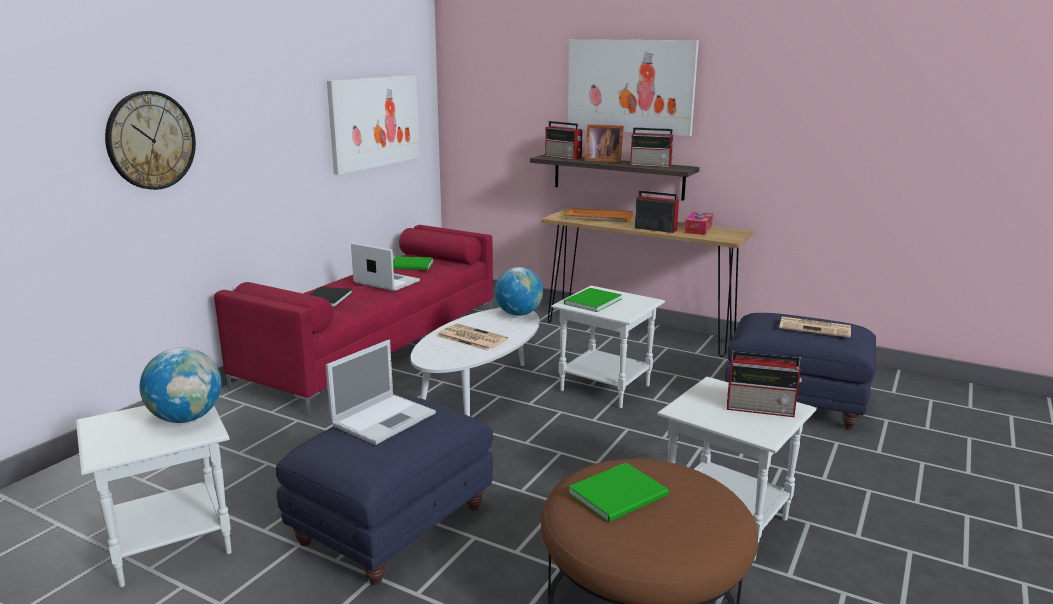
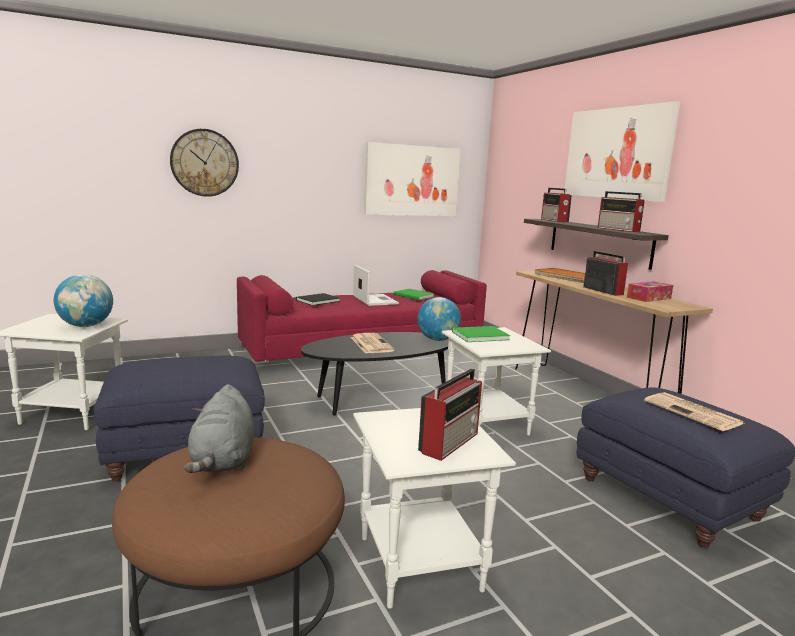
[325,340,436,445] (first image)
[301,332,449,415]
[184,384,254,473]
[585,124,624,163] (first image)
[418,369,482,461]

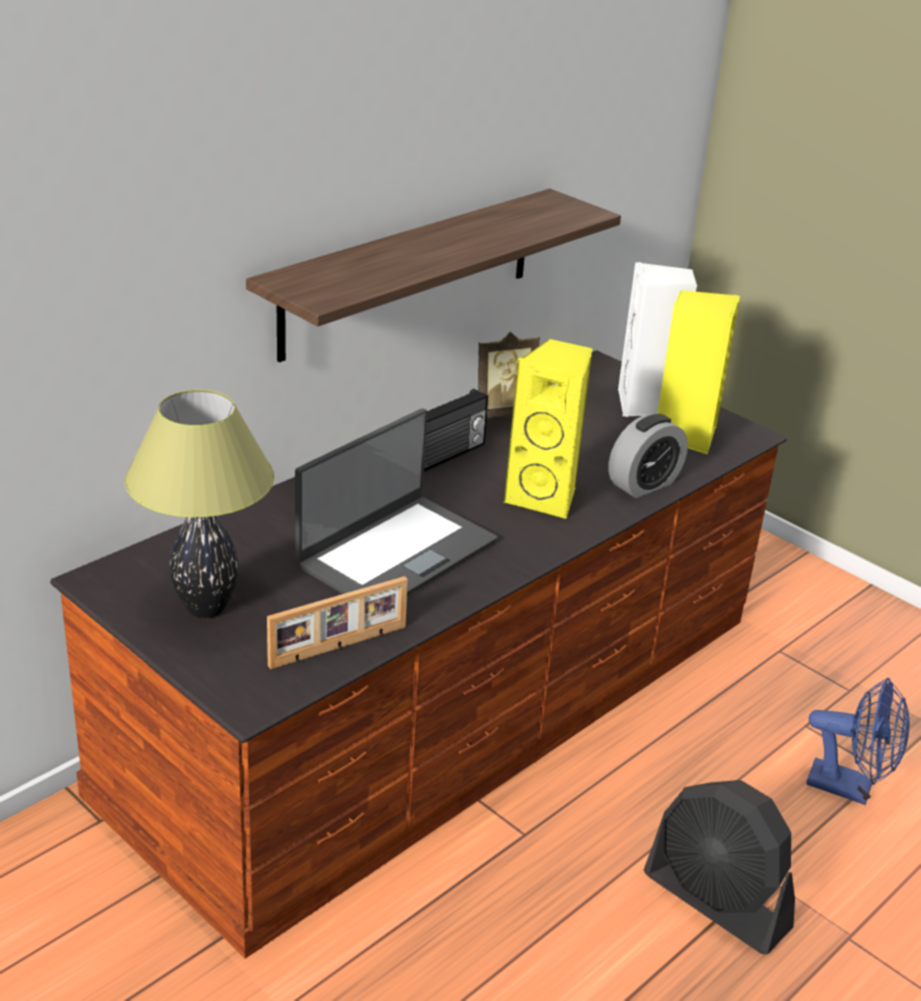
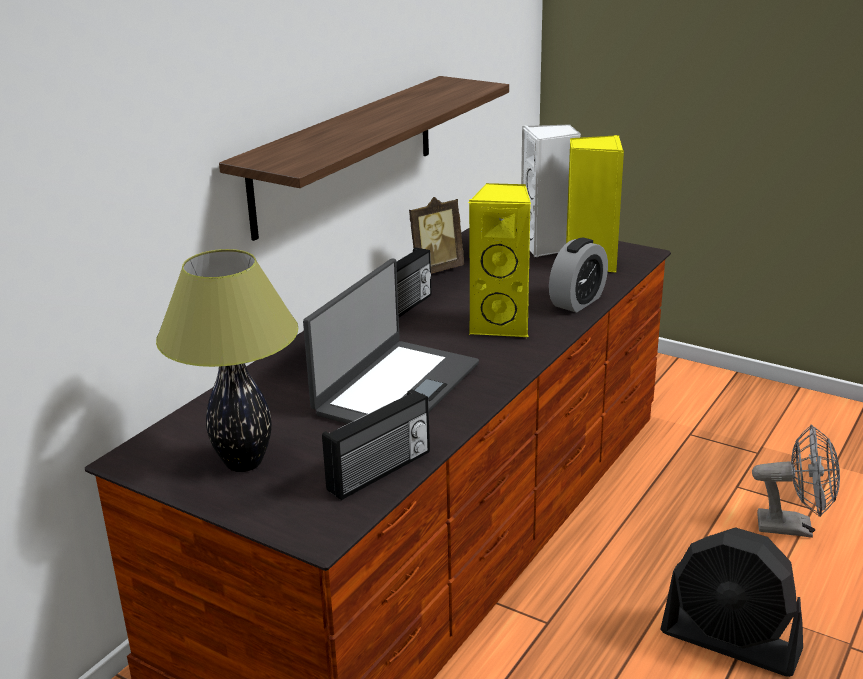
[322,389,430,500]
[752,425,840,538]

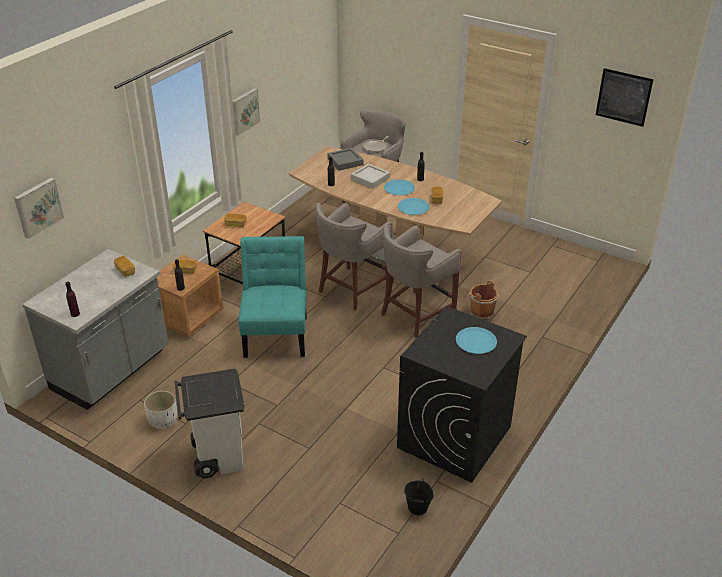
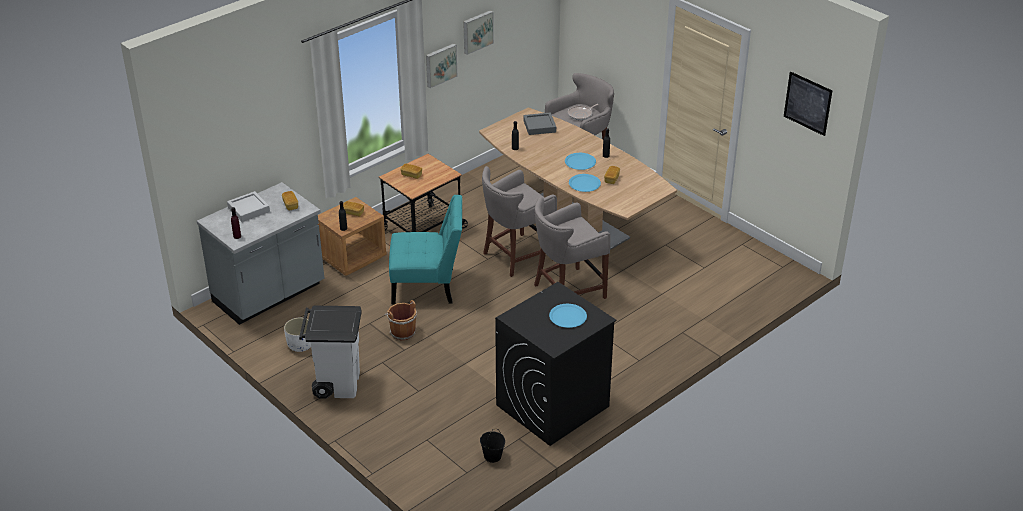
[463,10,494,55]
[389,195,462,304]
[227,191,270,222]
[385,300,417,340]

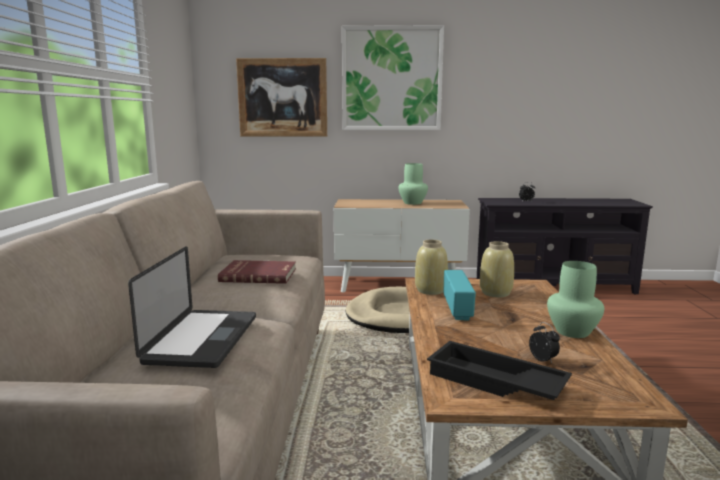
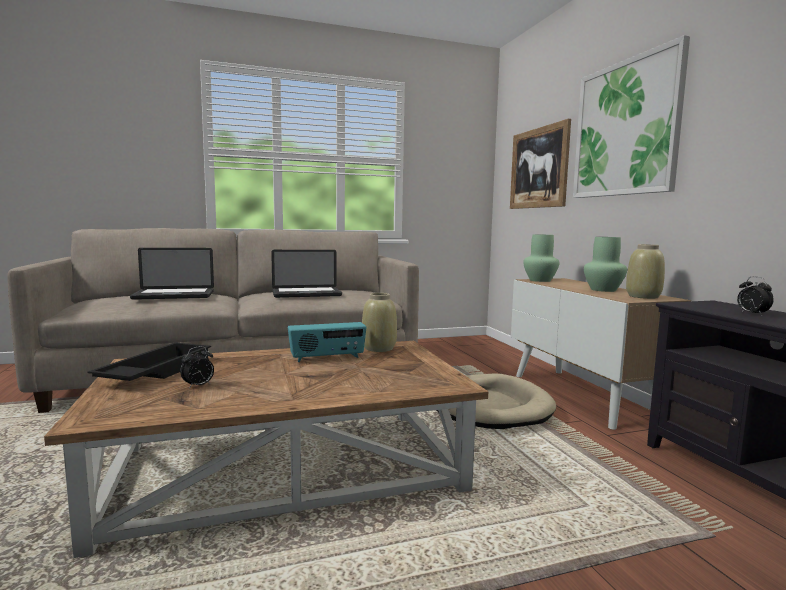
[271,250,342,298]
[626,244,665,299]
[523,234,559,282]

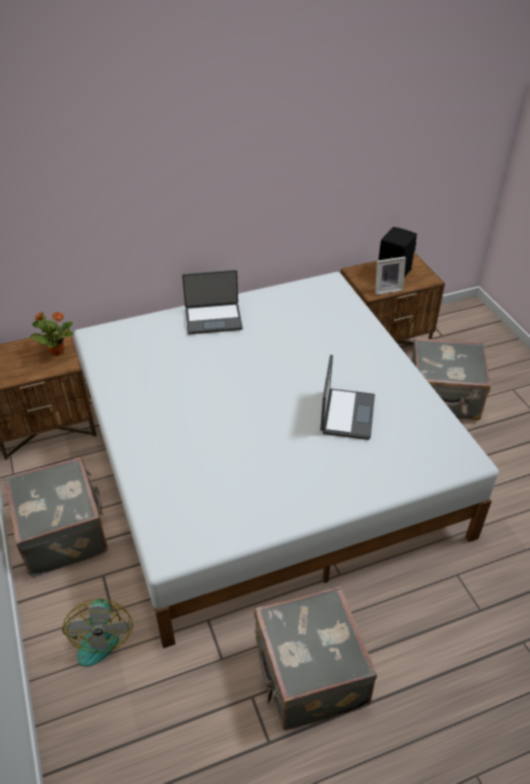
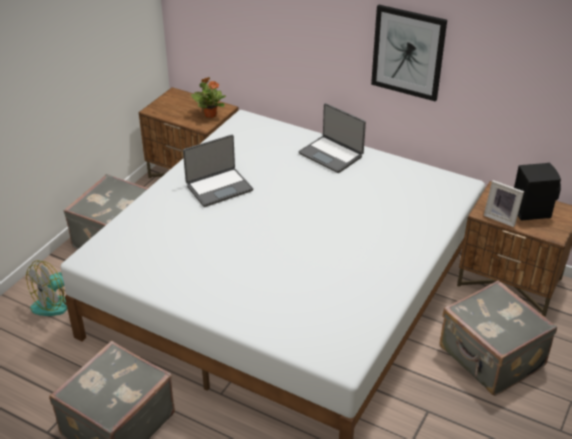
[183,135,253,207]
[371,5,447,101]

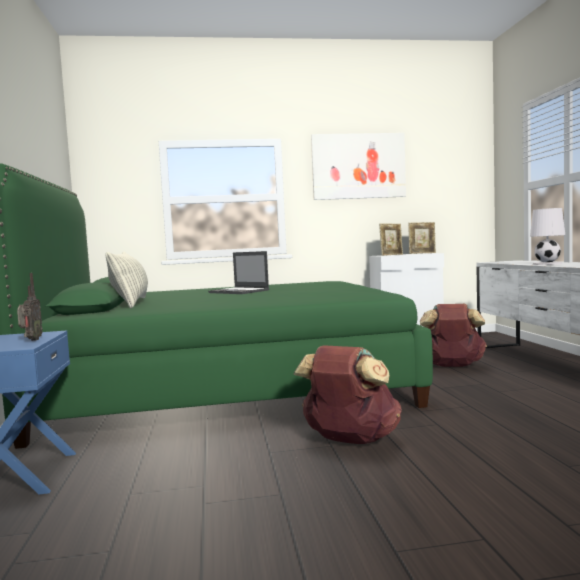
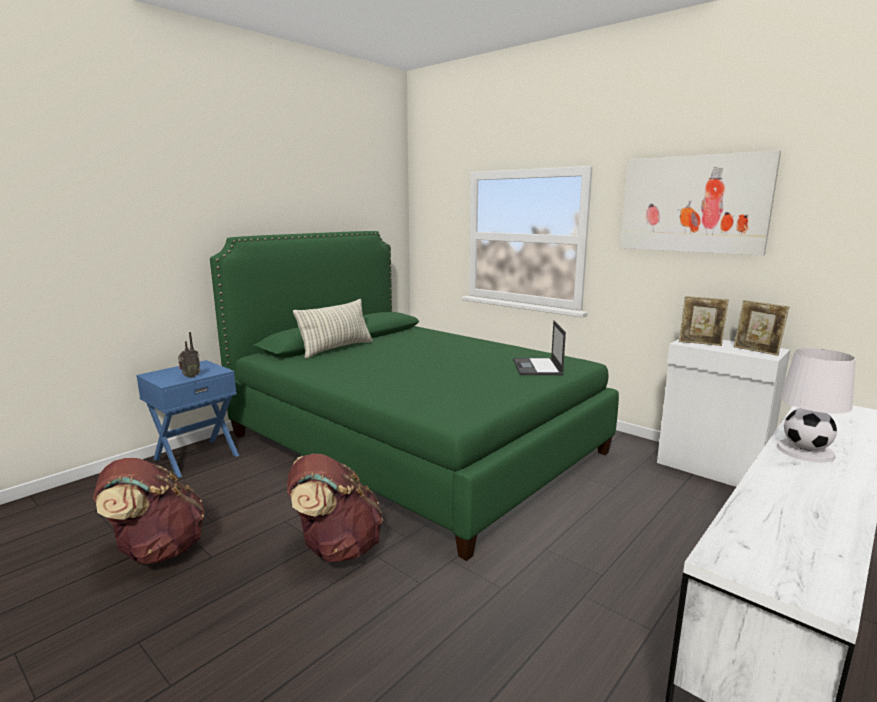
[513,320,566,375]
[93,458,204,564]

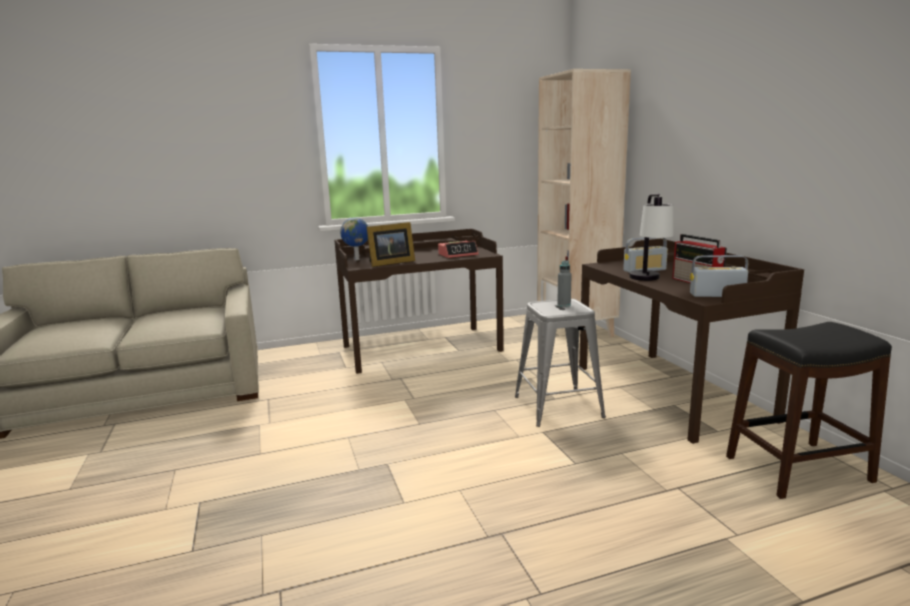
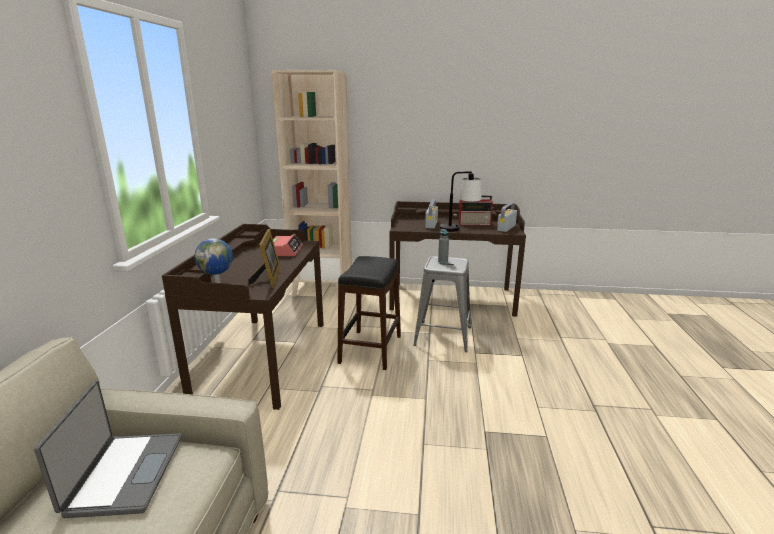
[337,256,401,370]
[34,381,182,518]

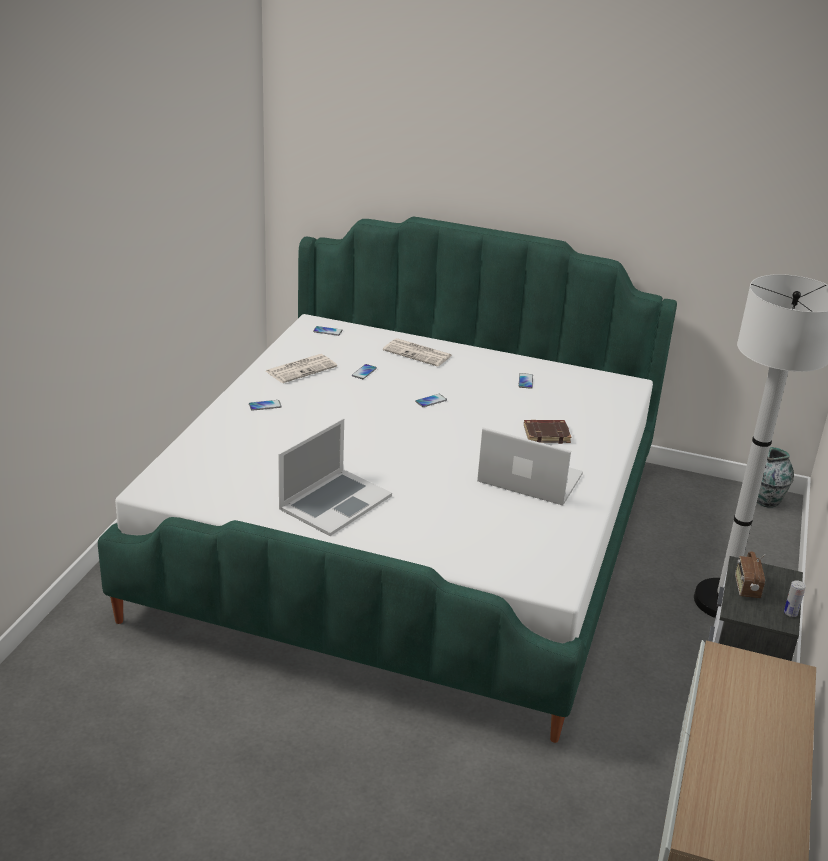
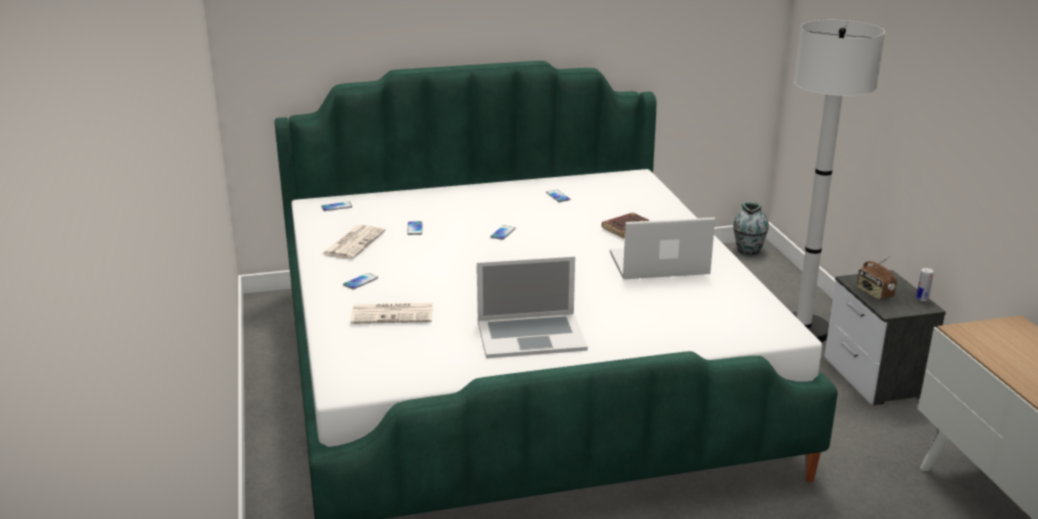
[477,256,588,358]
[350,303,433,324]

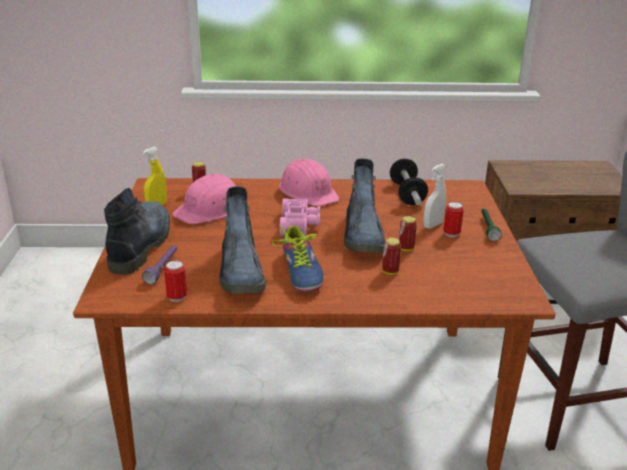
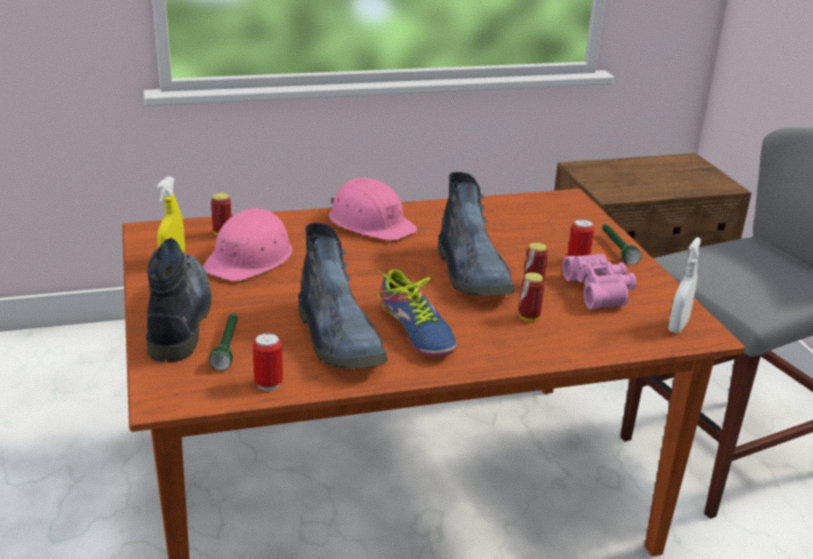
[209,313,238,371]
[562,254,636,309]
[390,158,428,205] (first image)
[668,237,702,333]

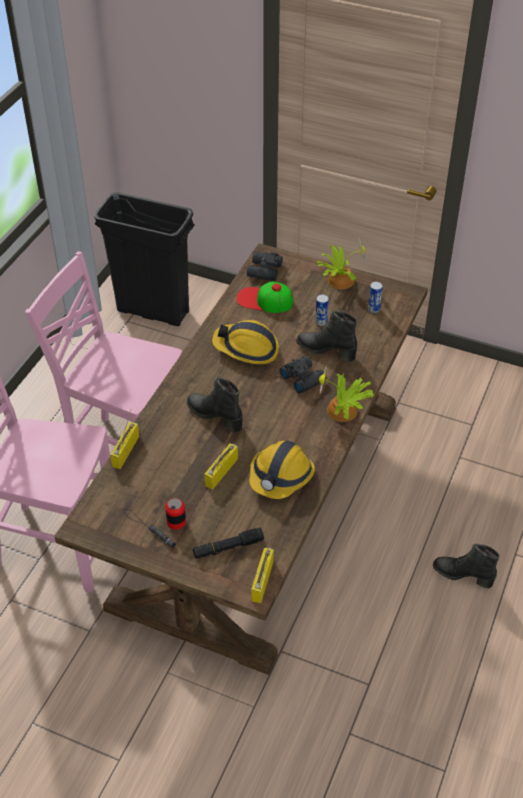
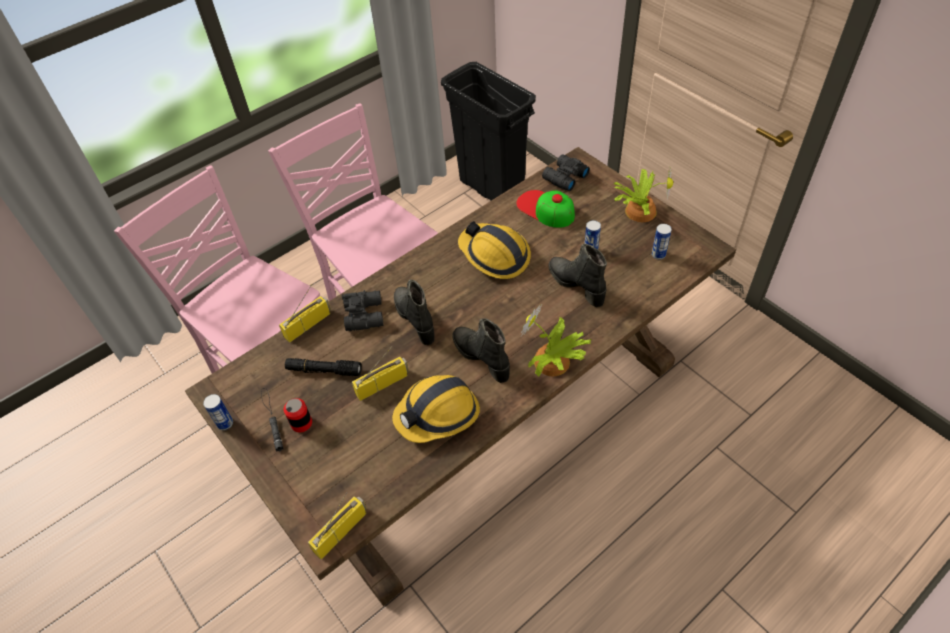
[285,358,362,376]
[342,290,383,331]
[453,318,510,383]
[203,394,233,430]

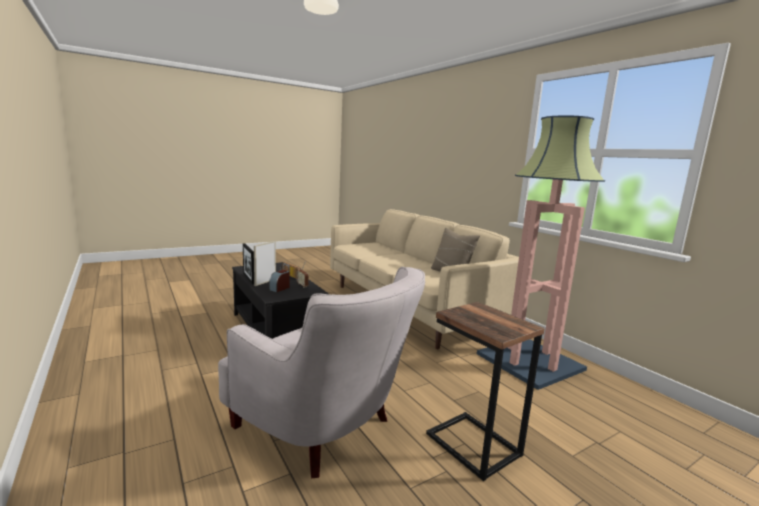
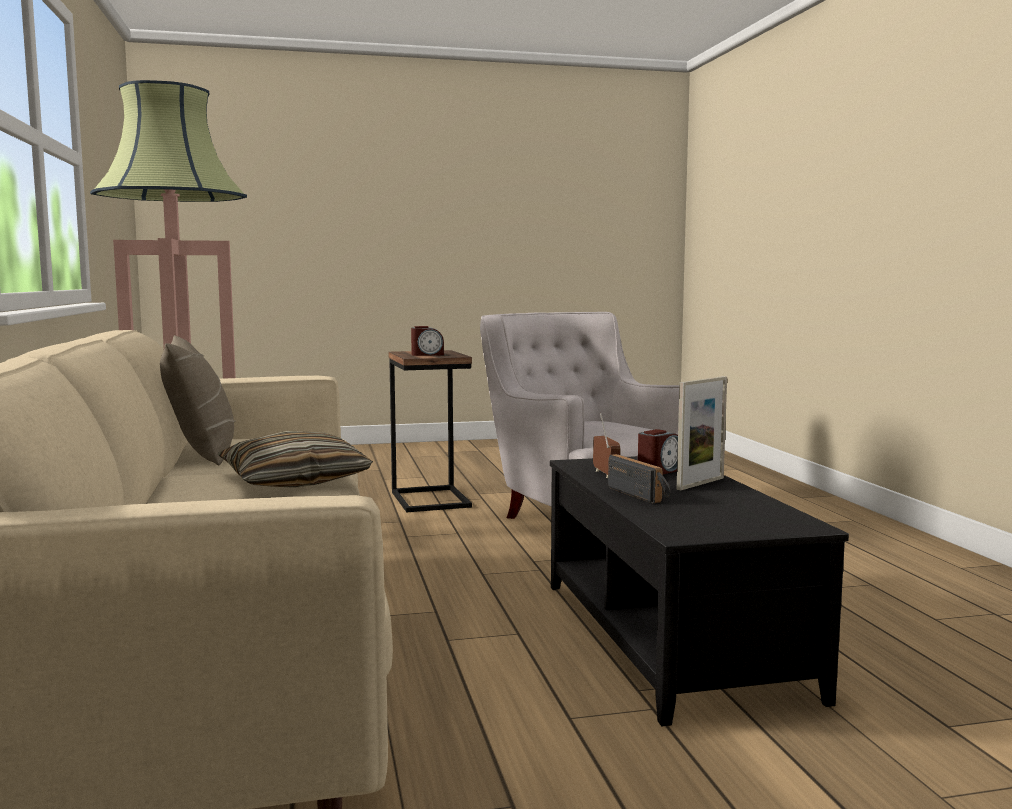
[243,243,254,284] (first image)
[217,431,373,488]
[411,326,444,356]

